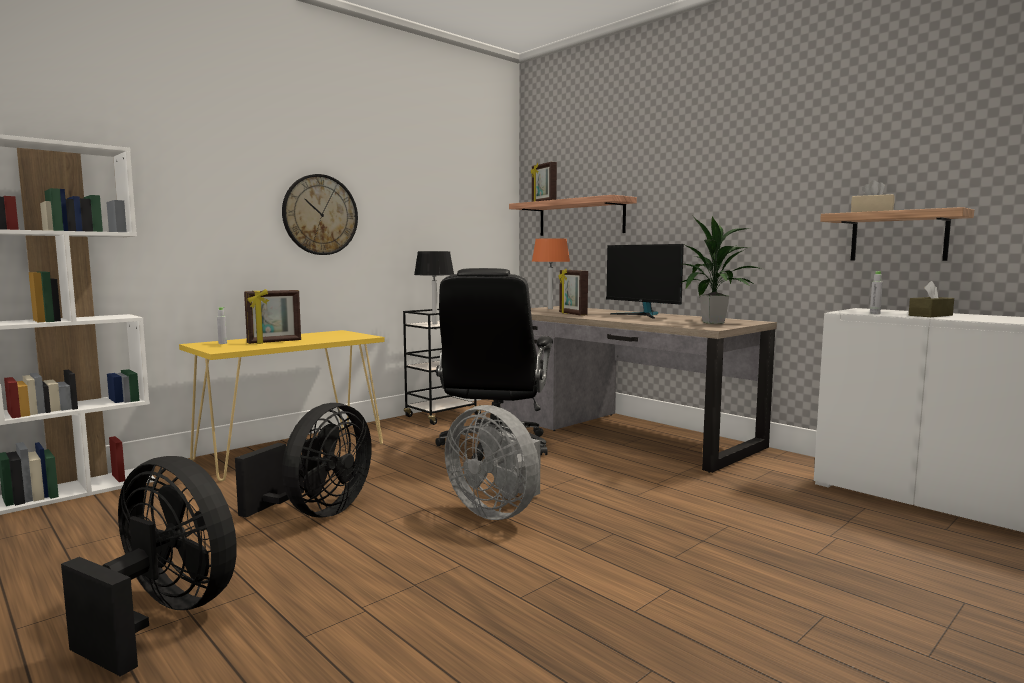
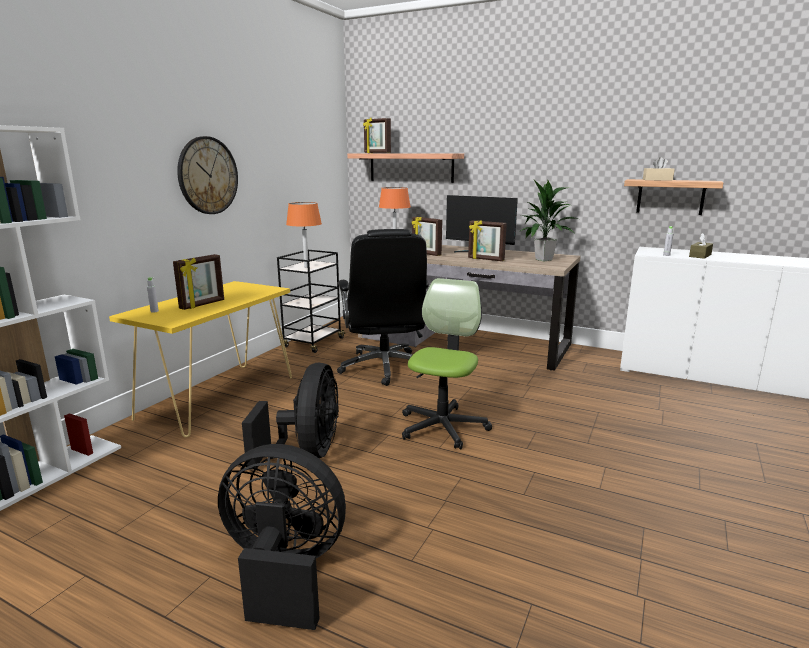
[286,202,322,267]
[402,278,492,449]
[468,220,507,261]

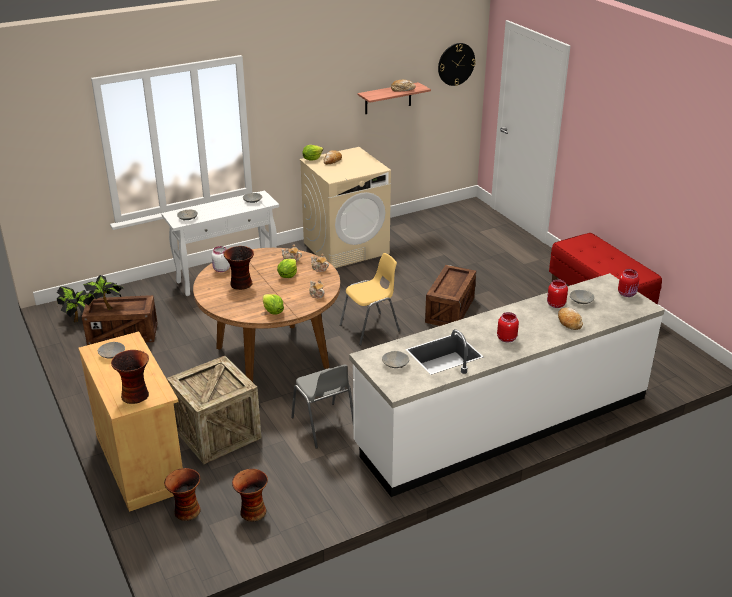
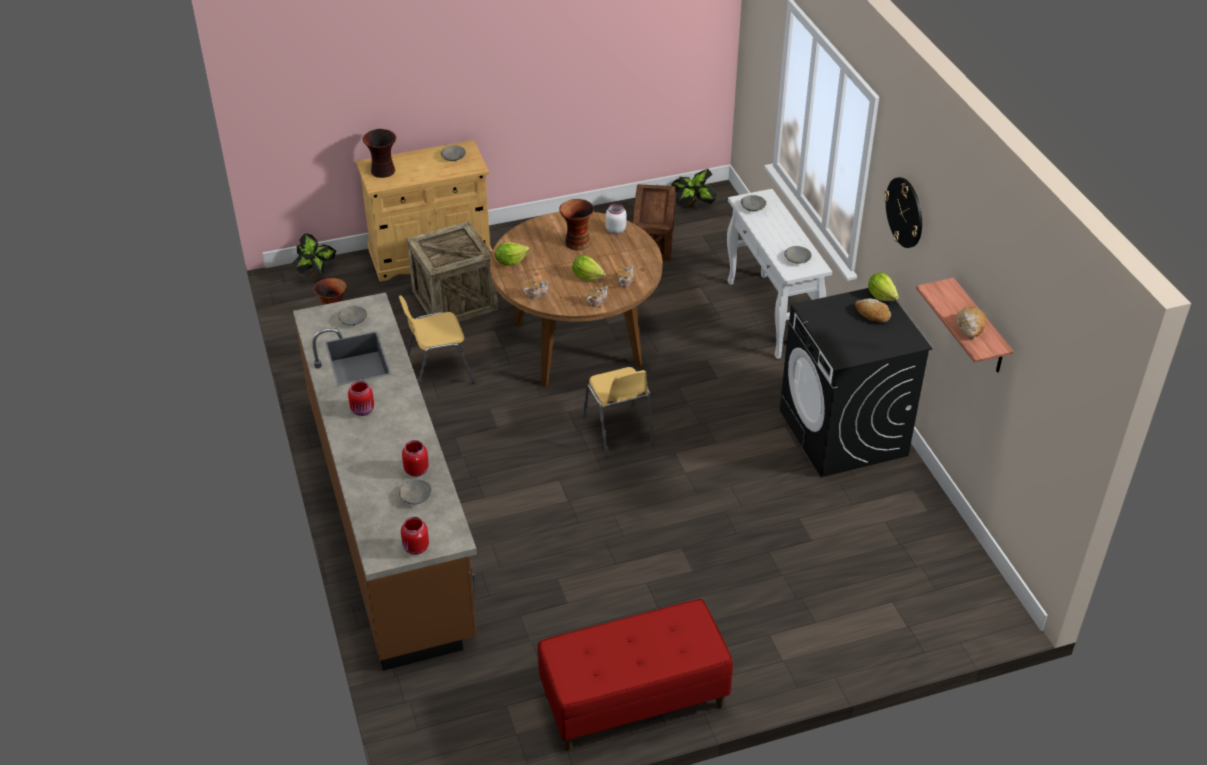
[292,233,336,280]
[164,468,201,521] (first image)
[399,295,475,386]
[780,288,932,477]
[293,292,477,671]
[425,265,476,326] (first image)
[884,177,922,248]
[558,307,583,330] (first image)

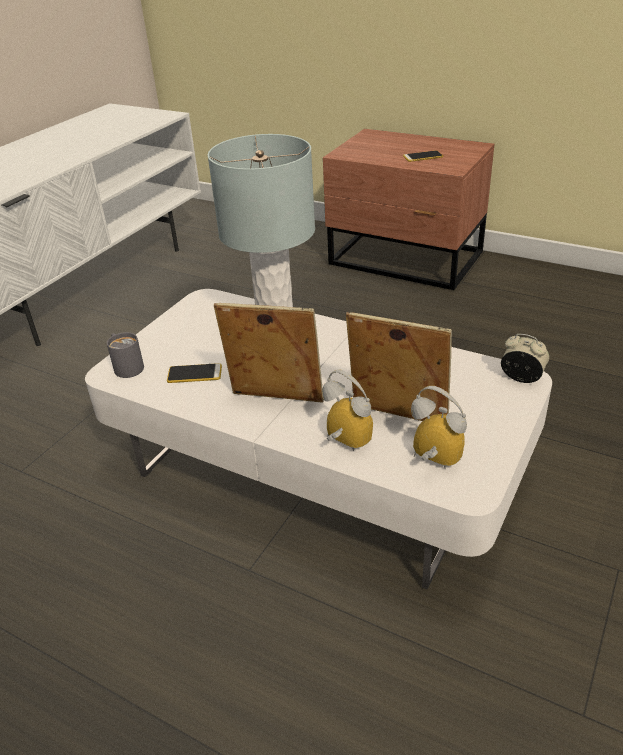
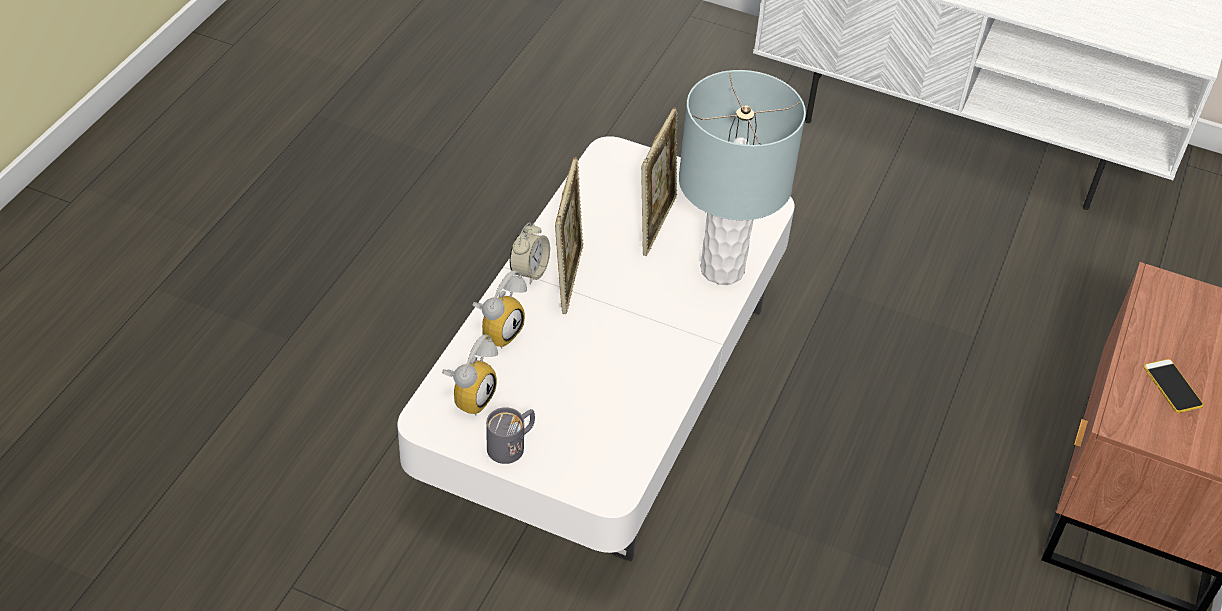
[486,407,535,464]
[167,363,222,383] (first image)
[641,107,678,256]
[510,222,550,285]

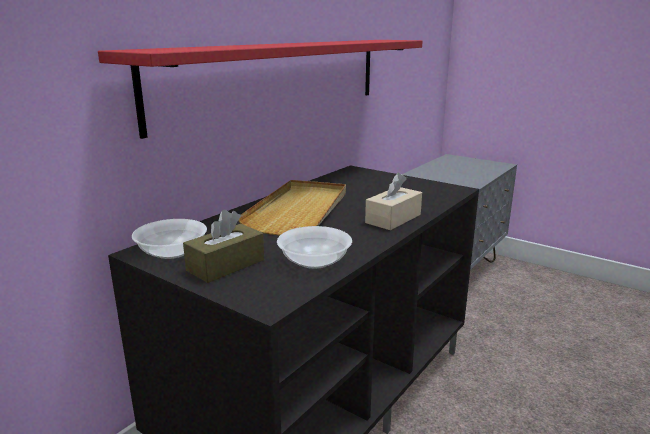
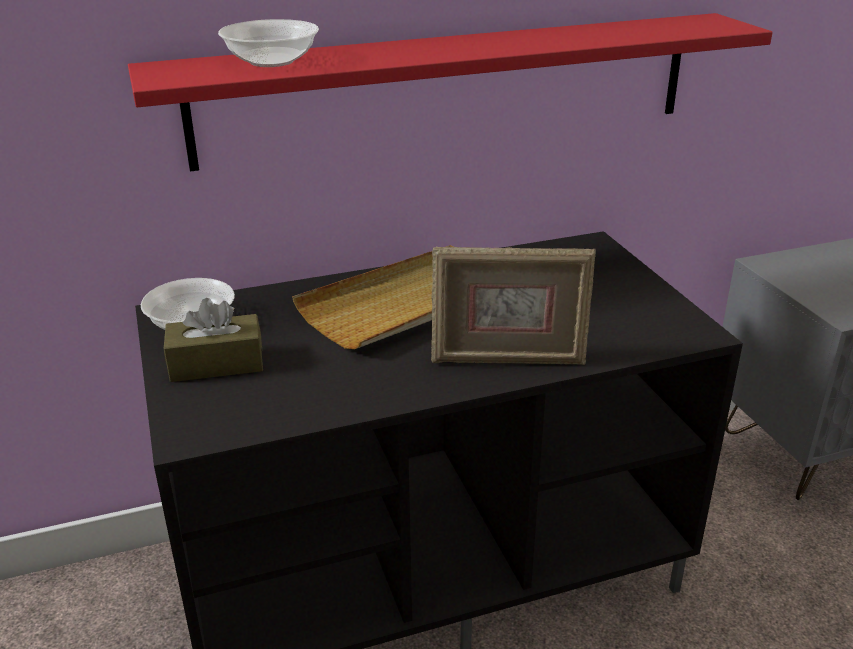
[218,19,319,67]
[431,246,596,365]

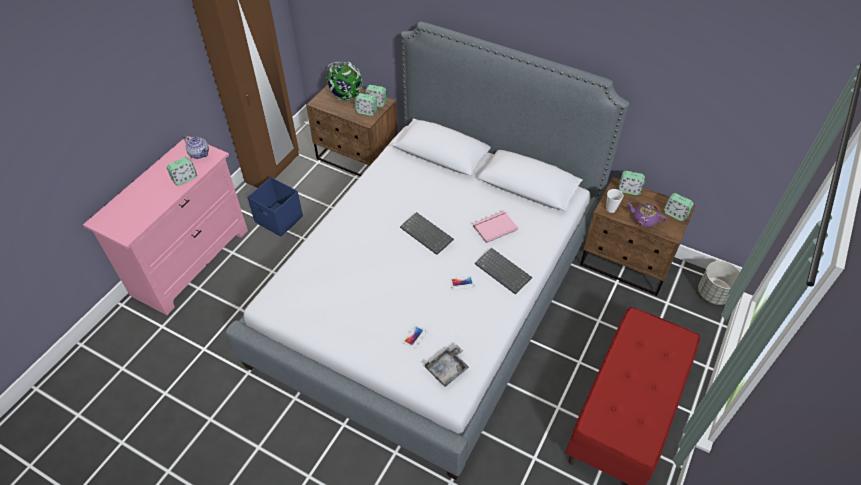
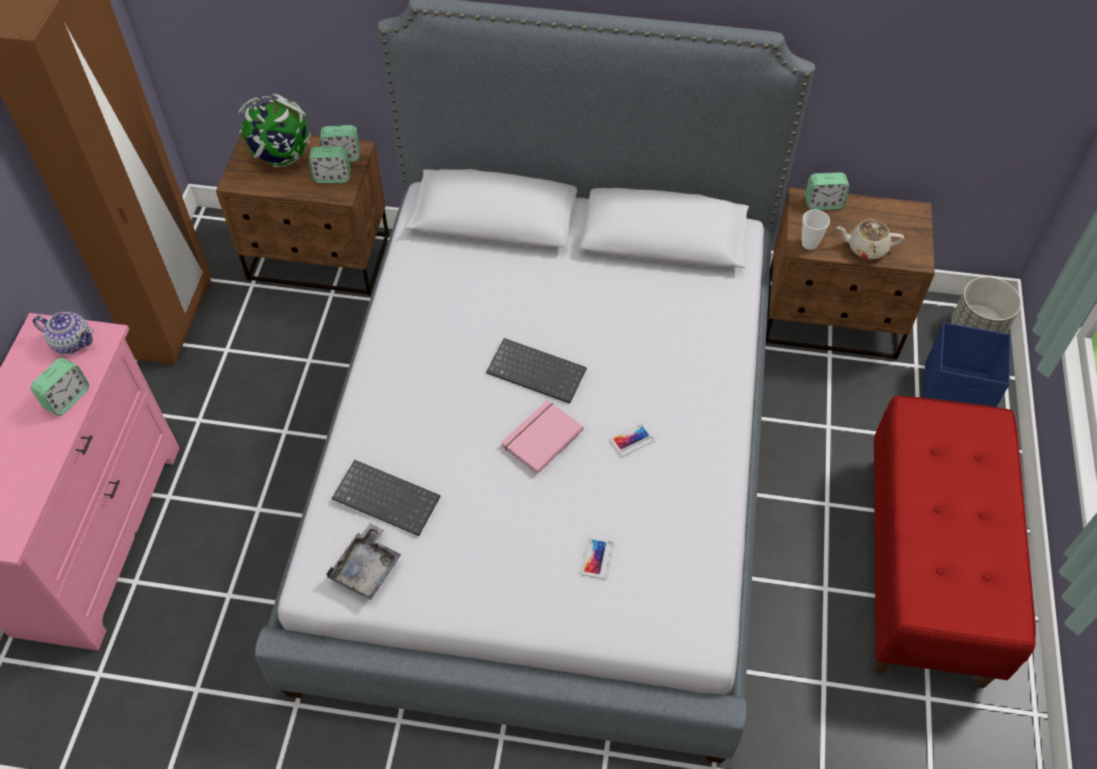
[923,322,1011,407]
[326,523,401,600]
[501,400,584,474]
[332,460,441,536]
[837,219,904,259]
[664,193,693,221] (first image)

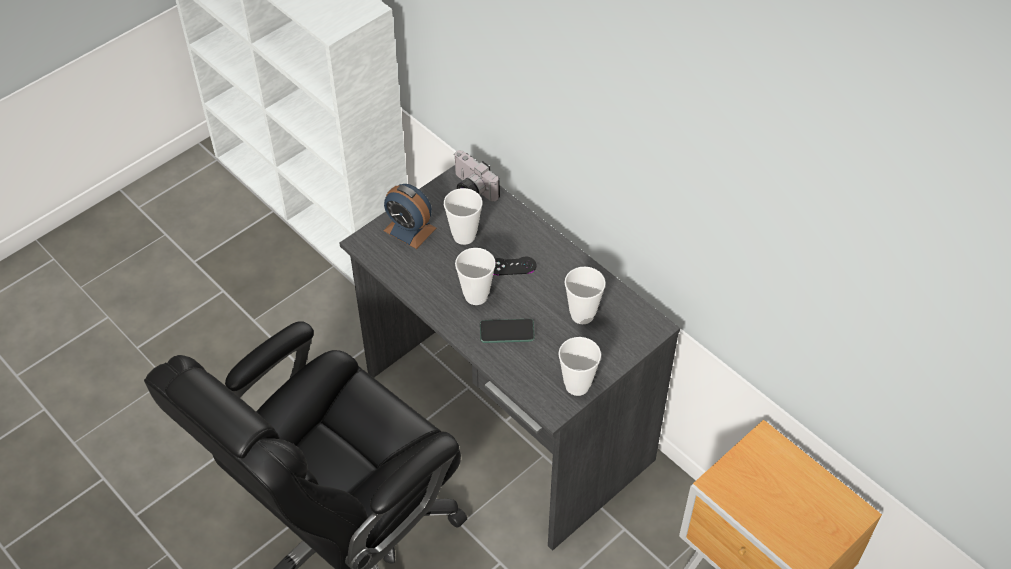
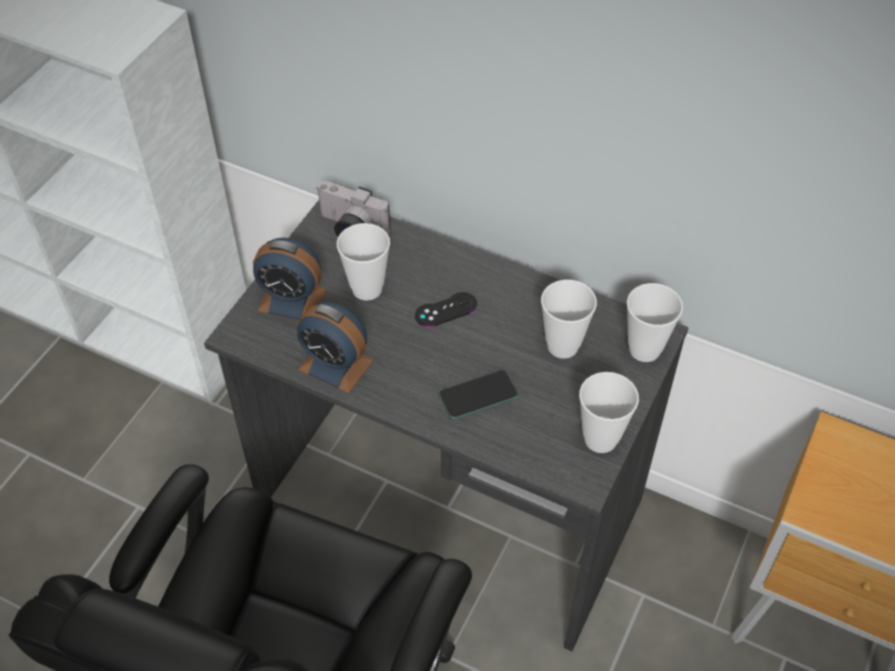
[627,283,683,362]
[297,301,374,393]

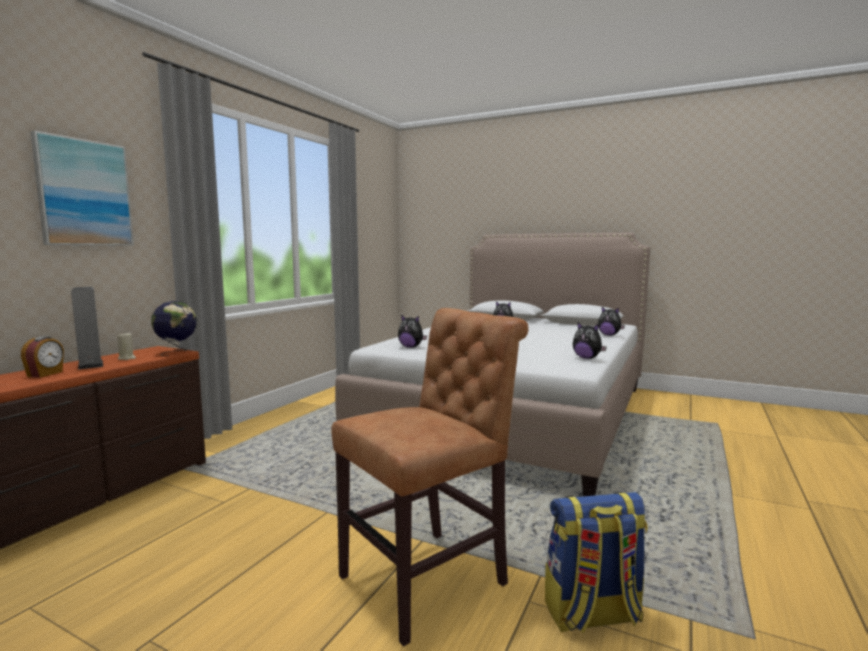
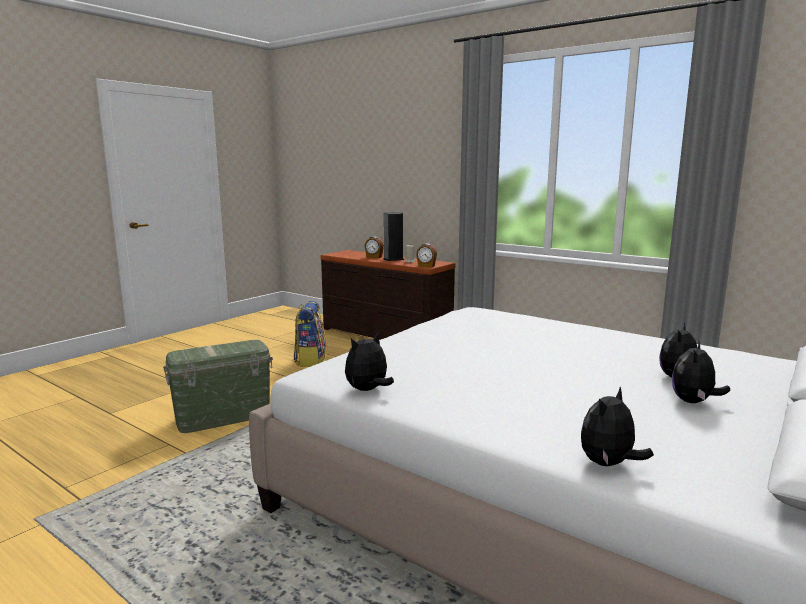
[30,130,134,246] (first image)
[416,243,437,268]
[163,340,273,433]
[672,342,730,403]
[294,301,326,367]

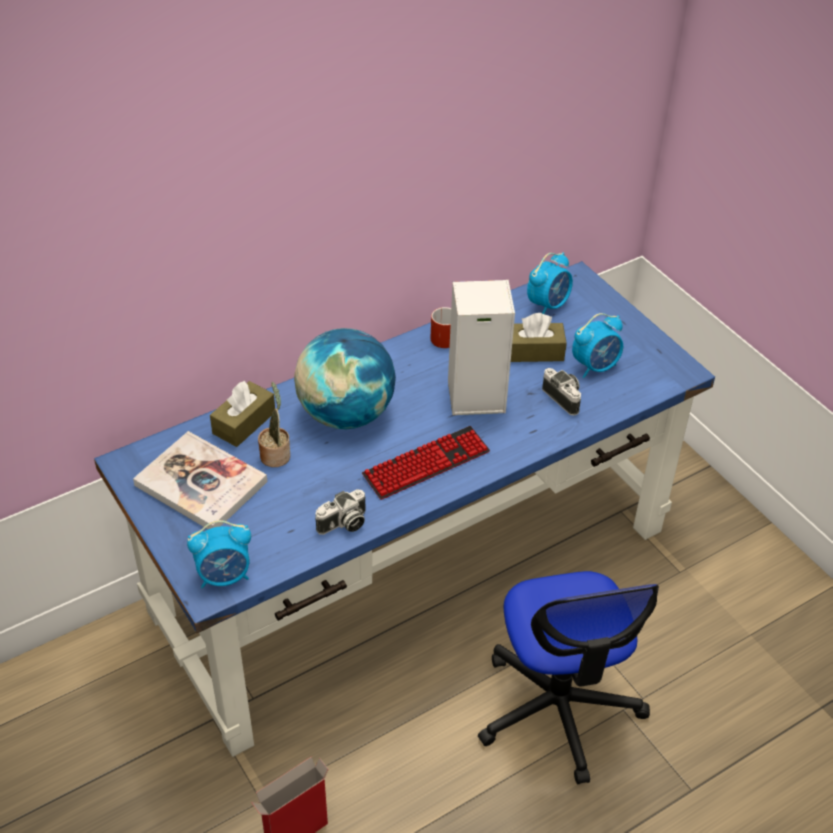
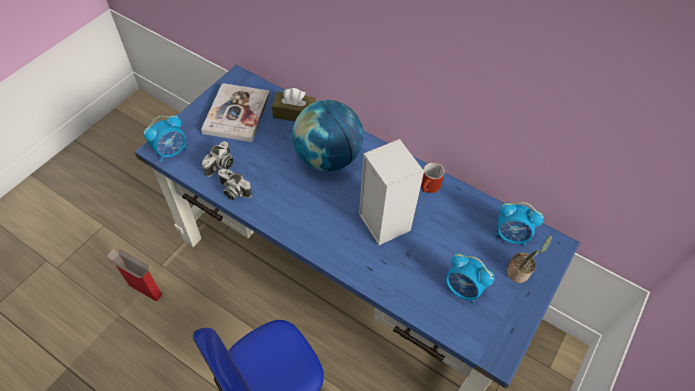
[143,115,187,162]
[507,235,552,283]
[362,426,490,500] (first image)
[511,313,567,362] (first image)
[202,141,234,177]

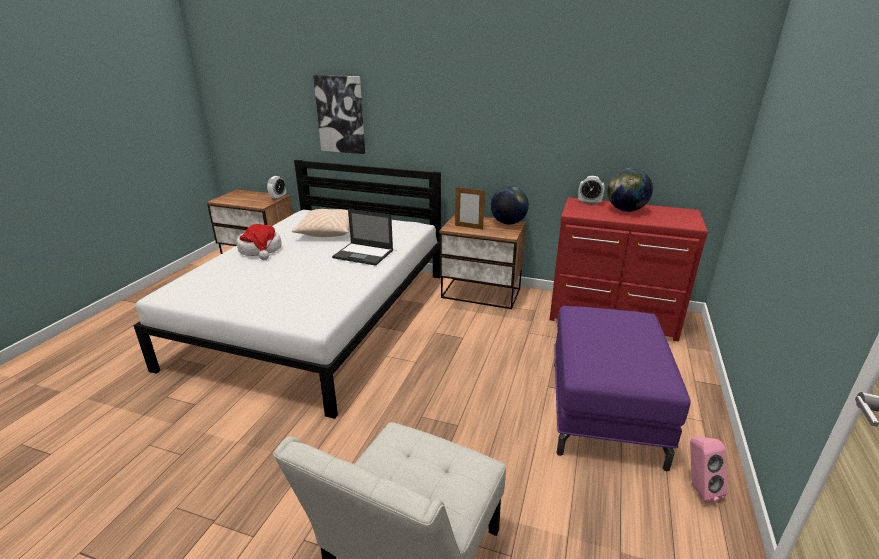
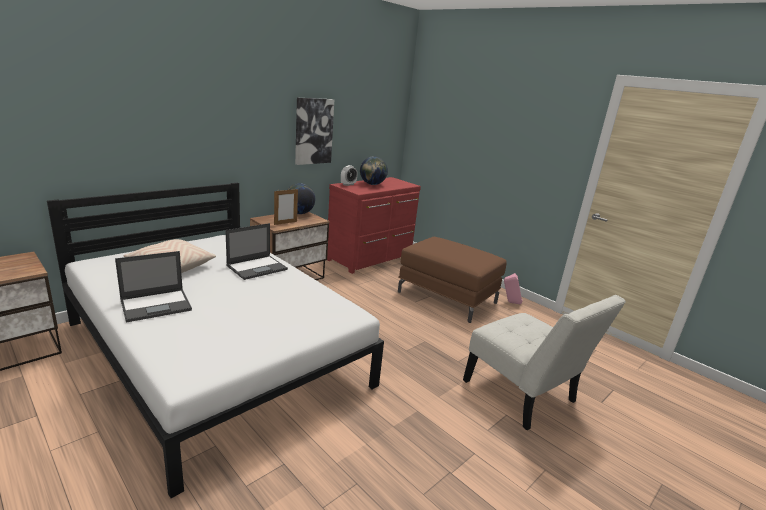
[115,251,192,322]
[267,176,286,200] (first image)
[295,98,334,165]
[398,237,507,323]

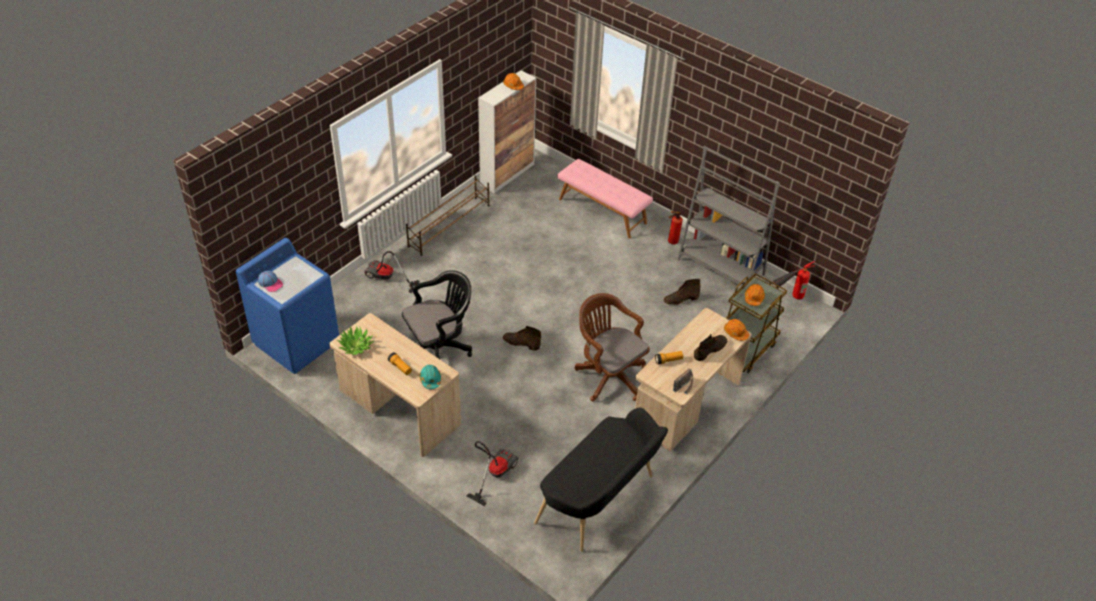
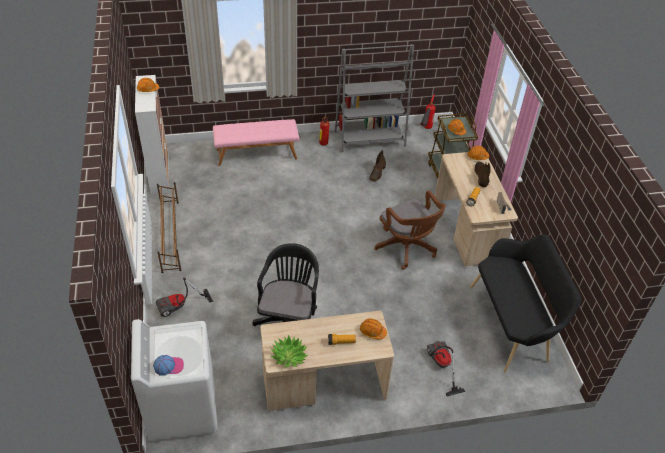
[131,319,217,442]
[360,318,387,339]
[503,326,541,351] (first image)
[374,191,446,270]

